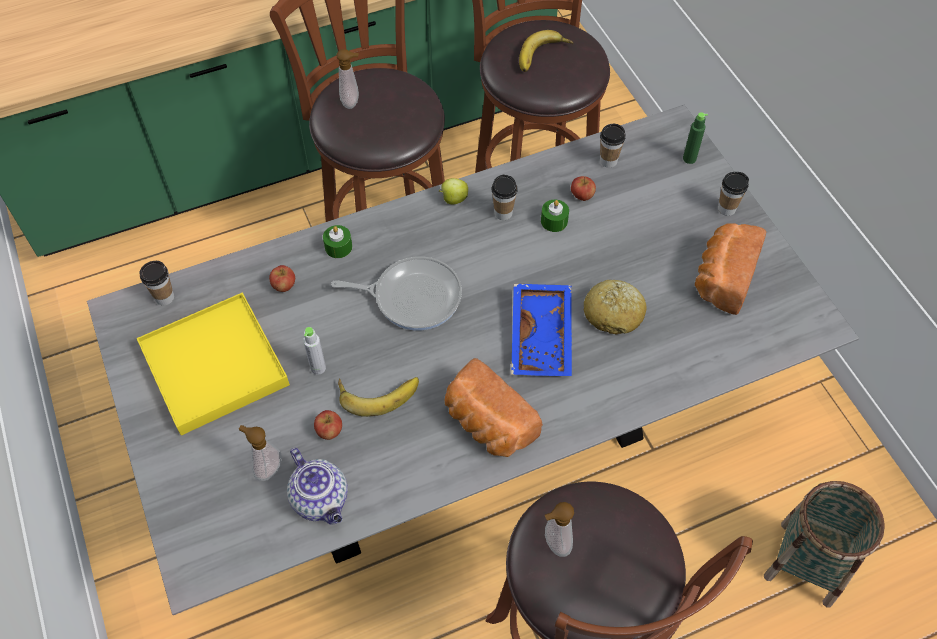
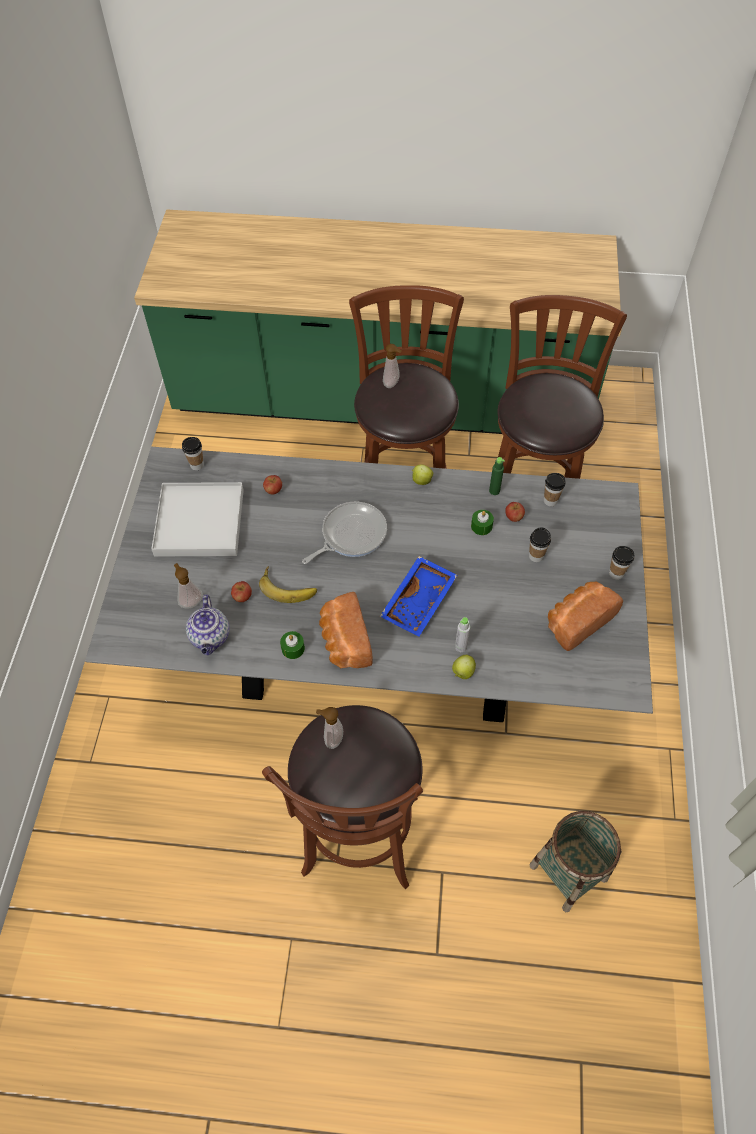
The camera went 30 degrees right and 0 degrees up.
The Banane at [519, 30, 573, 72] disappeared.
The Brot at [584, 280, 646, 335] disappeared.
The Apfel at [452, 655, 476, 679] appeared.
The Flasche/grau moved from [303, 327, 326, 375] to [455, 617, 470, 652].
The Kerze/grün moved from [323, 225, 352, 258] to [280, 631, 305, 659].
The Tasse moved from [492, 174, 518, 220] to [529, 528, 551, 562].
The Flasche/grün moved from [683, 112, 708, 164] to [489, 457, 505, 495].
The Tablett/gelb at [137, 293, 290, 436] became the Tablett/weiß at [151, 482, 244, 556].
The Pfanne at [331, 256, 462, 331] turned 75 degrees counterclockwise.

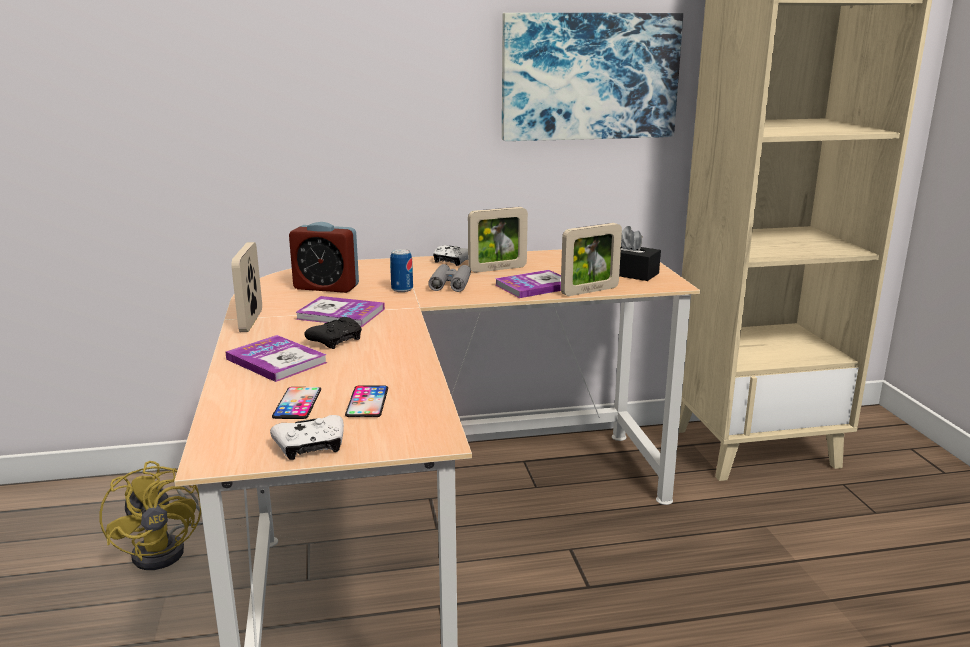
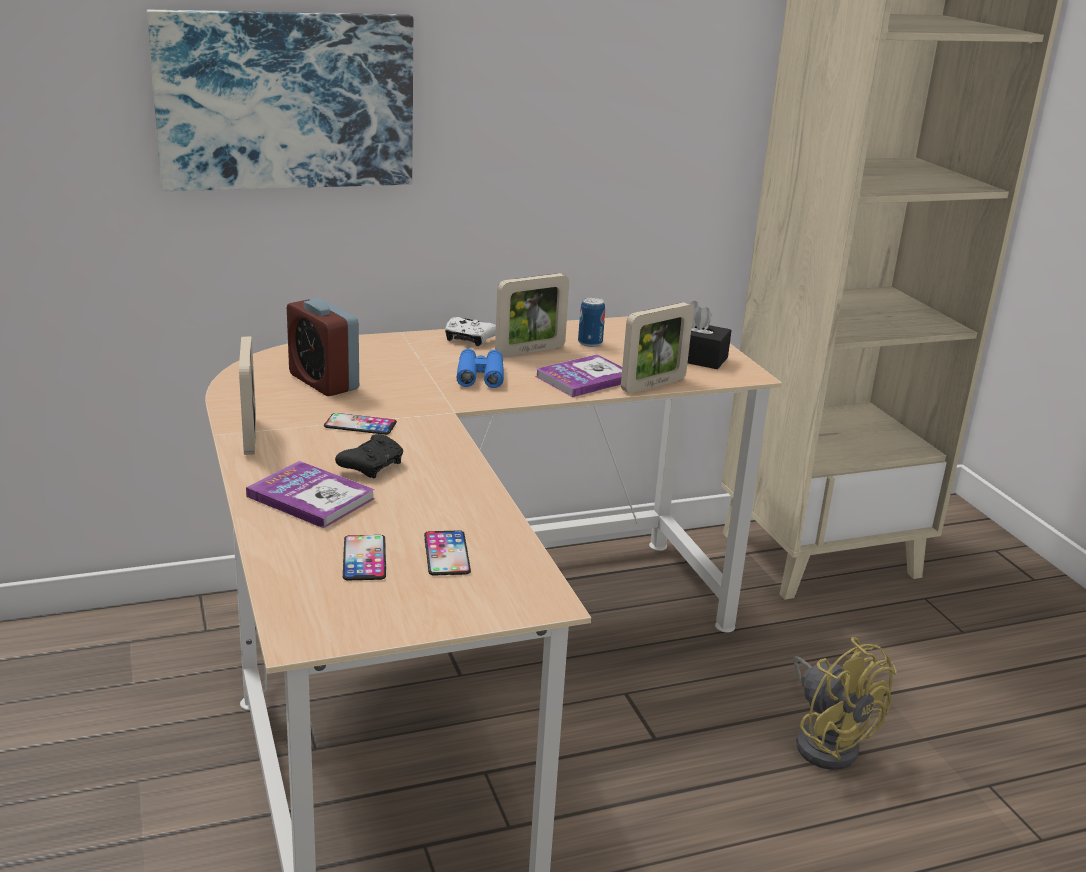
The camera went 10 degrees left and 5 degrees up.
The Gamepad/weiß at [270, 415, 344, 460] disappeared.
The Ventilator/gelb moved from [99, 461, 203, 570] to [793, 637, 897, 770].
The Dose moved from [390, 249, 413, 292] to [578, 297, 605, 347].
The Bild moved from [502, 13, 683, 141] to [147, 10, 413, 191].
The Buch at [295, 296, 385, 327] was replaced by the Handy at [324, 413, 397, 435].
The Fernglas/grau at [428, 264, 471, 292] became the Fernglas/blau at [456, 349, 504, 388].
The Wecker at [289, 222, 359, 293] turned 45 degrees clockwise.

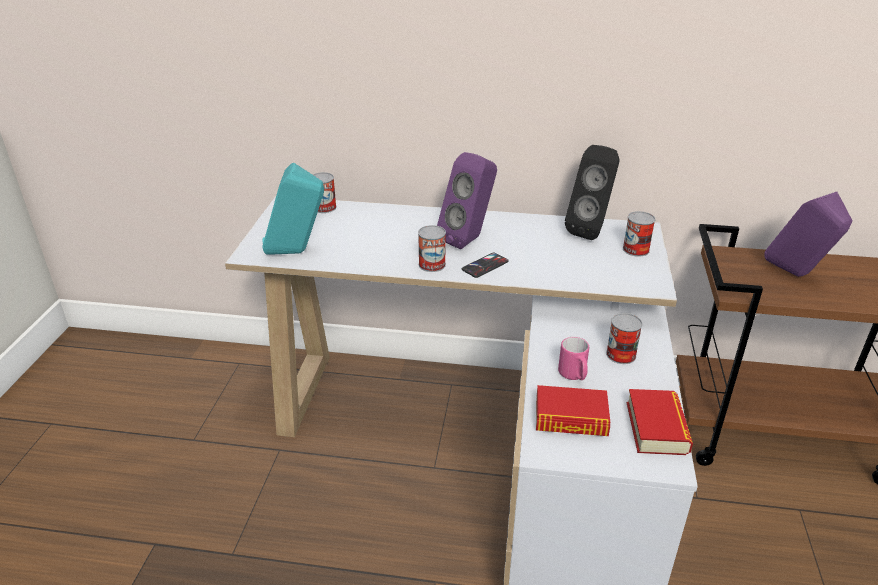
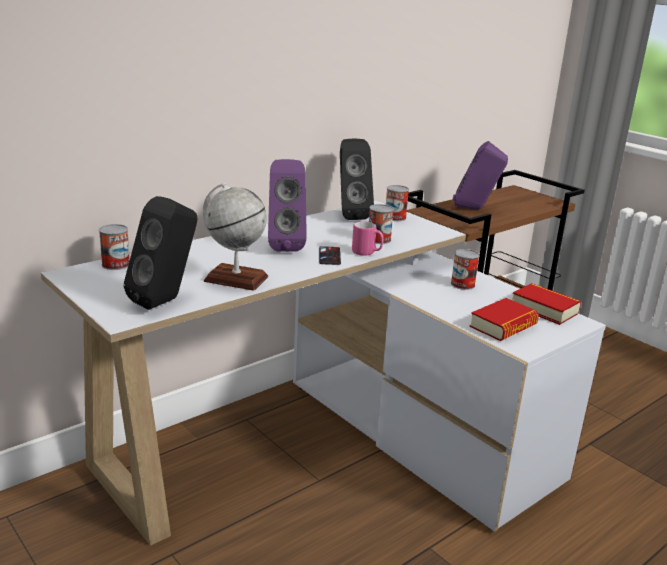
The camera went 50 degrees left and 10 degrees down.
The Globus at [203, 183, 268, 291] appeared.
The Dose moved from [418, 225, 446, 272] to [369, 204, 394, 244].
The Henkelbecher/rosa moved from [558, 337, 589, 380] to [352, 221, 384, 256].
The Lautsprecher/türkis at [262, 163, 324, 255] became the Lautsprecher/schwarz at [124, 196, 197, 310].

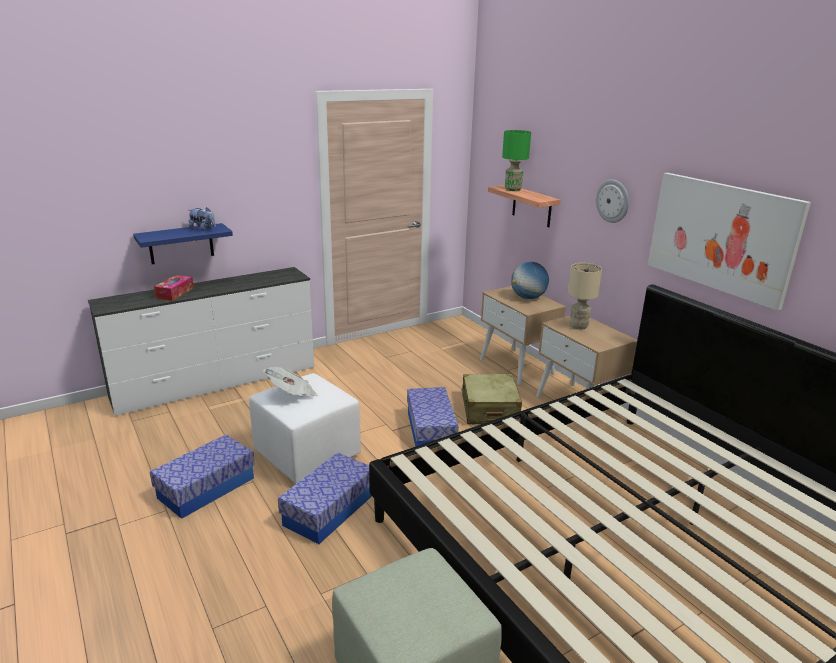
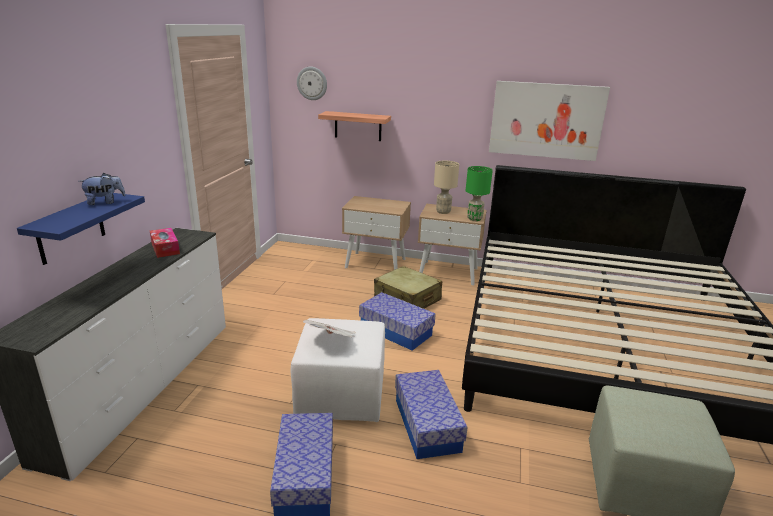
The camera went 45 degrees left and 0 degrees up.
The Globus at [511, 262, 549, 299] disappeared.
The Taschentuchbox moved from [154, 275, 194, 301] to [150, 228, 180, 258].
The Tischlampe/grün moved from [502, 130, 531, 191] to [466, 166, 493, 221].
The Wanduhr moved from [596, 179, 629, 223] to [297, 67, 327, 100].

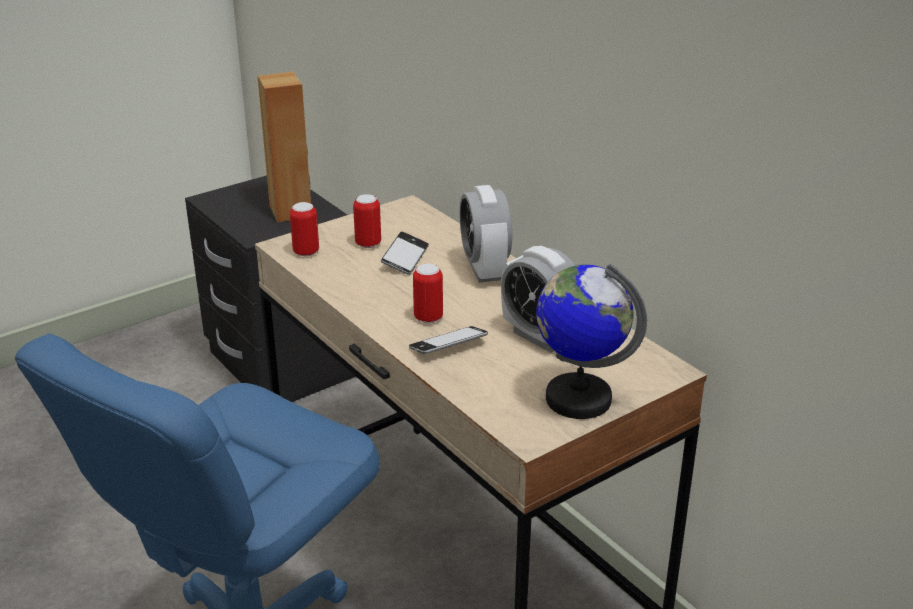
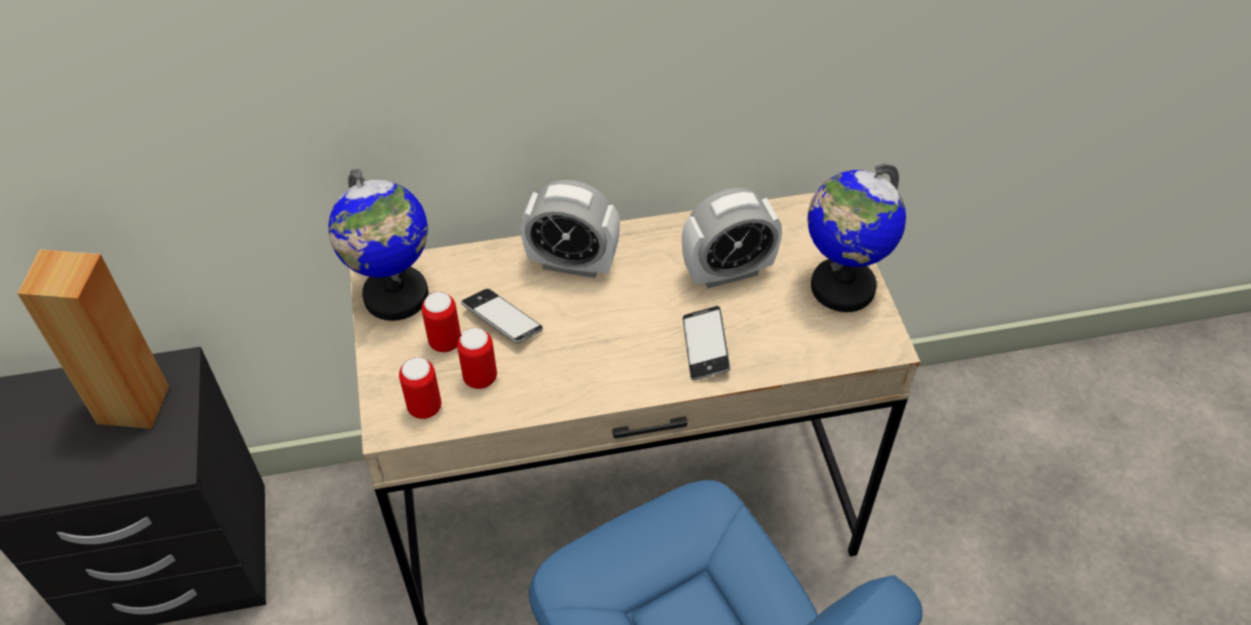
The camera went 65 degrees left and 20 degrees up.
The Globus at [328, 169, 428, 321] appeared.
The Dose moved from [413, 264, 443, 323] to [457, 328, 497, 389].

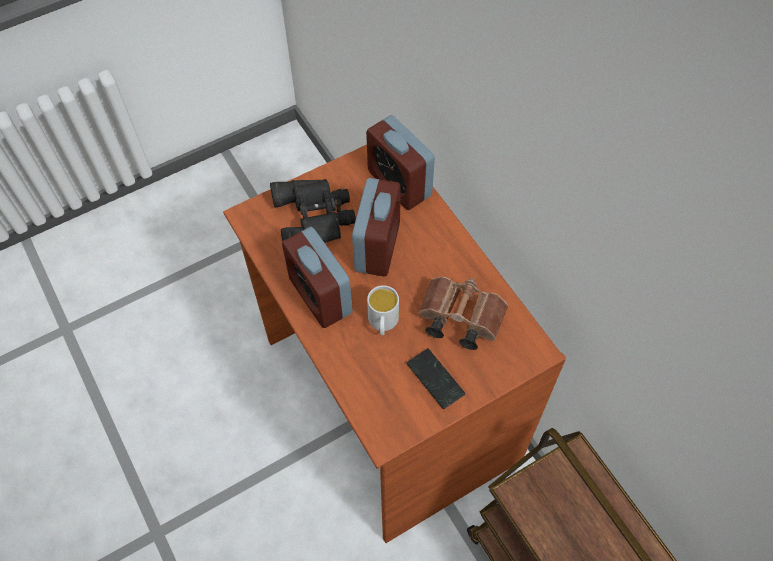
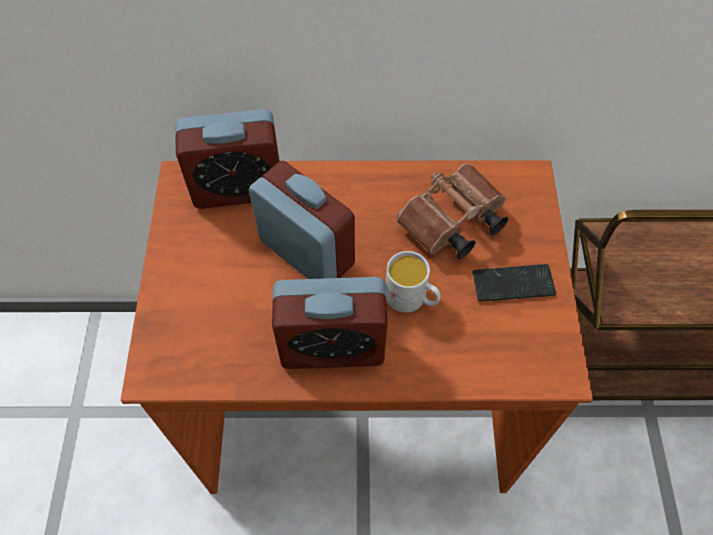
The camera went 60 degrees left and 0 degrees up.
The Fernglas/schwarz at [270, 179, 356, 243] disappeared.

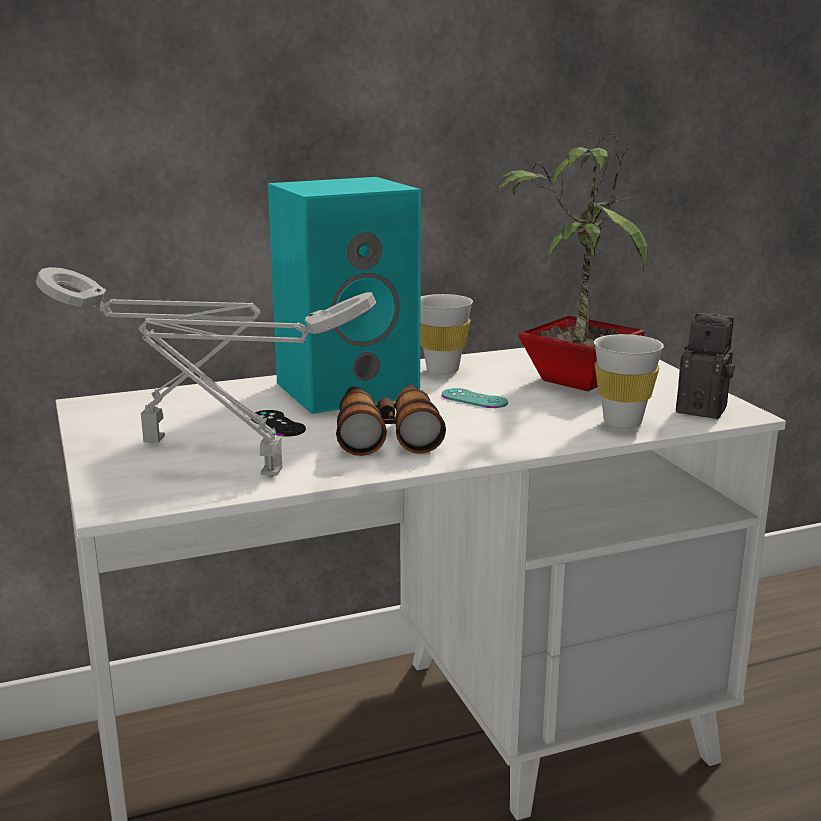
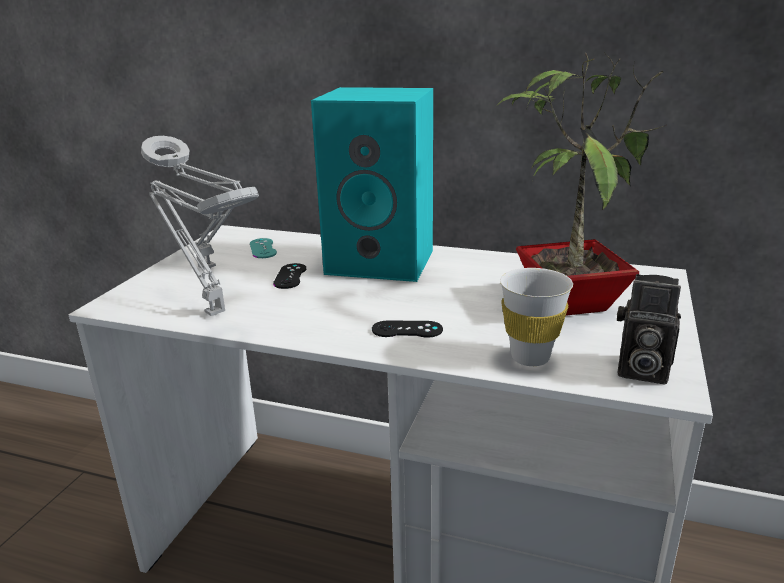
The camera went 40 degrees right and 5 degrees up.
The Fernglas at [336, 385, 446, 456] disappeared.
The Tasse/weiß at [420, 294, 473, 374] disappeared.
The Gamepad/schwarz at [372, 320, 443, 338] appeared.
The Gamepad/türkis moved from [442, 388, 508, 408] to [250, 238, 277, 258].
The Kamera at [676, 313, 735, 419] turned 135 degrees clockwise.

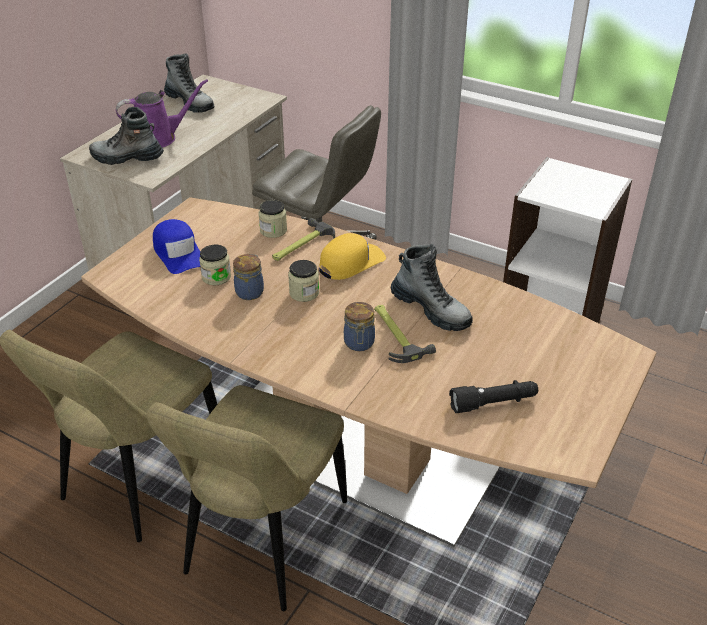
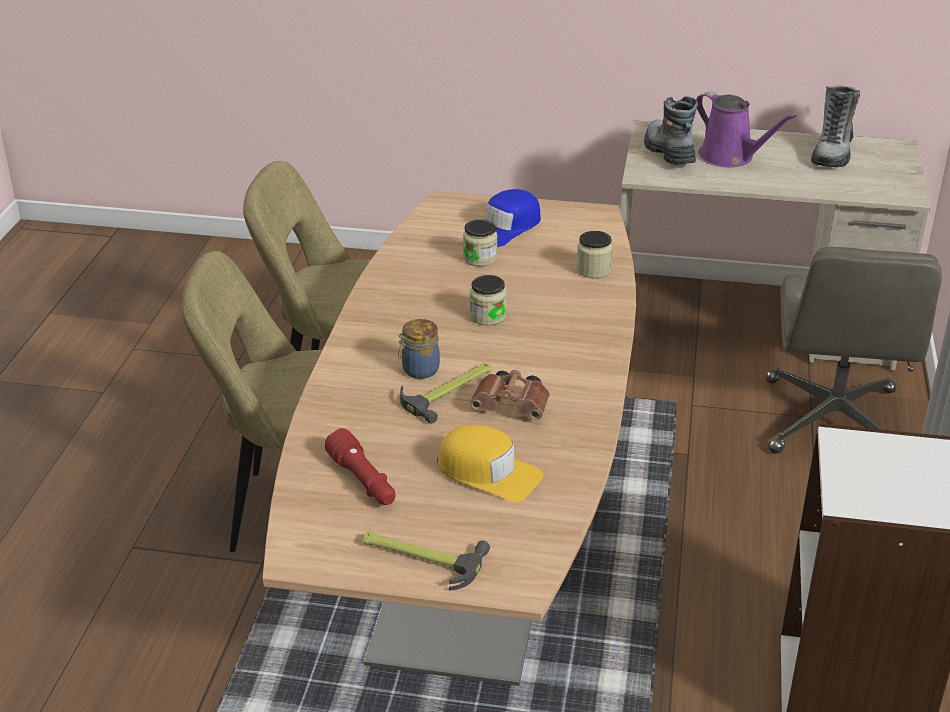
The camera went 70 degrees right and 5 degrees down.
The Vorratsglas at [233, 254, 264, 300] disappeared.
The Hammer moved from [272, 218, 335, 261] to [363, 531, 490, 591].
The Kappe/gelb moved from [319, 233, 386, 280] to [437, 425, 544, 502].
The Stiefel at [391, 244, 473, 331] was replaced by the Fernglas/braun at [470, 370, 550, 420].
The Taschenlampe/schwarz at [449, 380, 538, 413] became the Taschenlampe/rot at [325, 428, 396, 505].

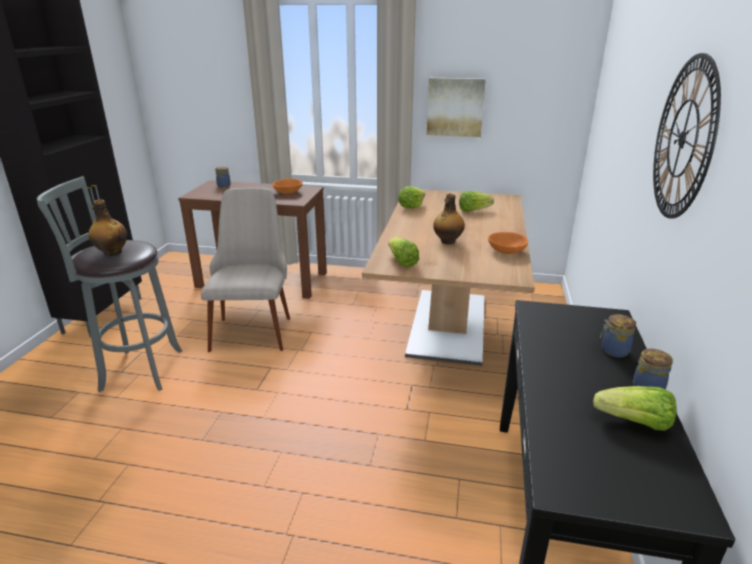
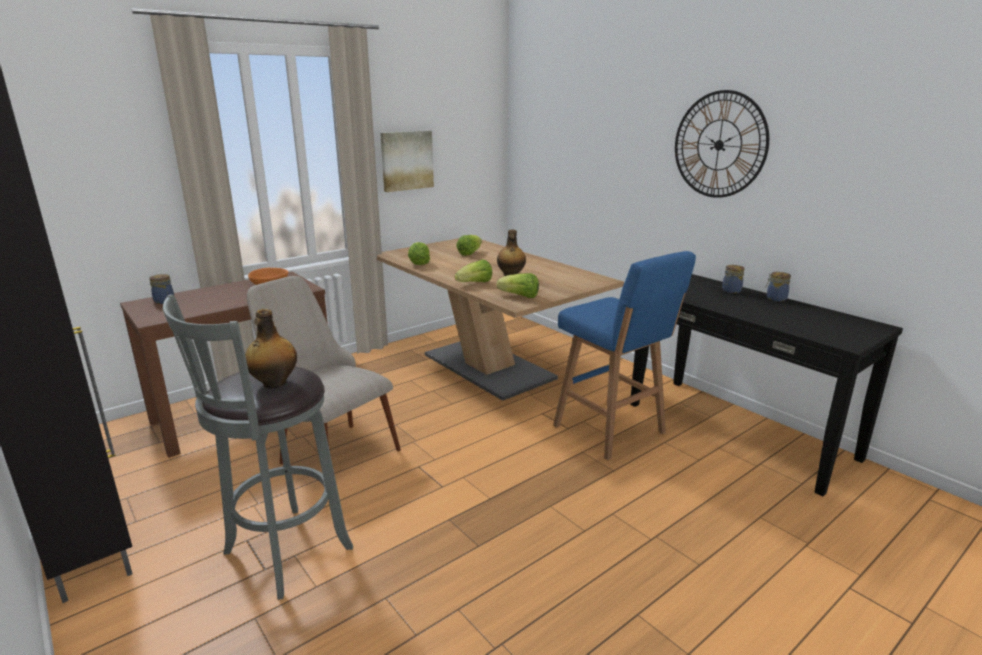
The camera went 50 degrees left and 5 degrees down.
The Schüssel/orange at [488, 232, 528, 254] disappeared.
The Hocker/blau at [553, 251, 696, 460] appeared.
The Salatkopf moved from [593, 386, 677, 431] to [455, 259, 492, 282].

